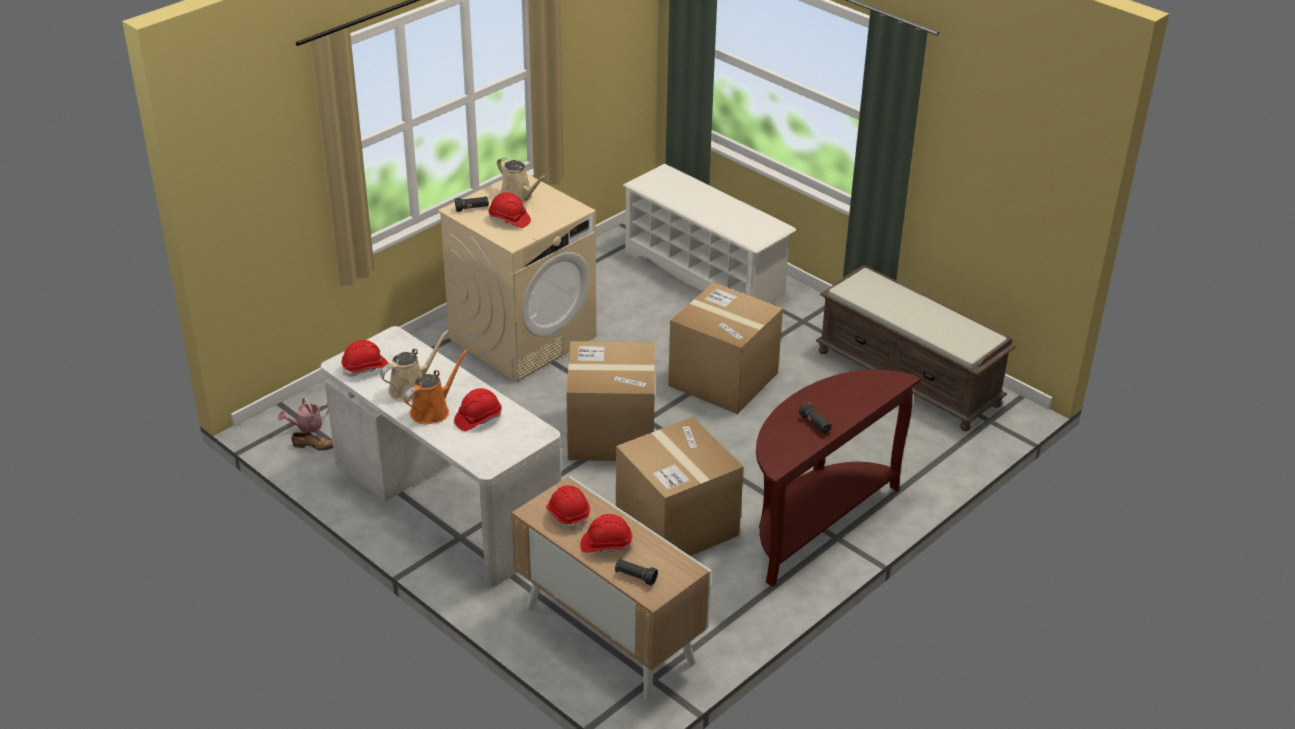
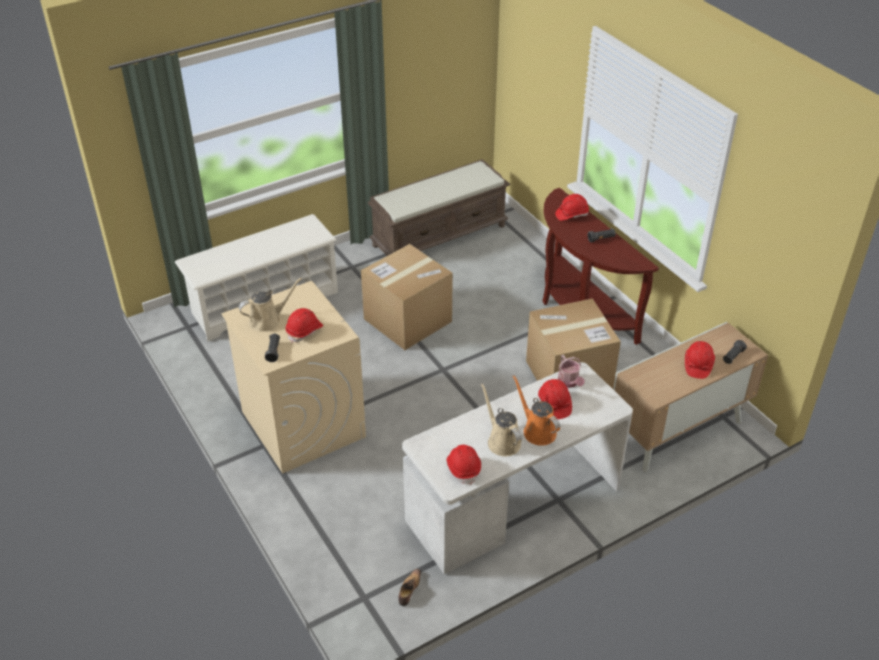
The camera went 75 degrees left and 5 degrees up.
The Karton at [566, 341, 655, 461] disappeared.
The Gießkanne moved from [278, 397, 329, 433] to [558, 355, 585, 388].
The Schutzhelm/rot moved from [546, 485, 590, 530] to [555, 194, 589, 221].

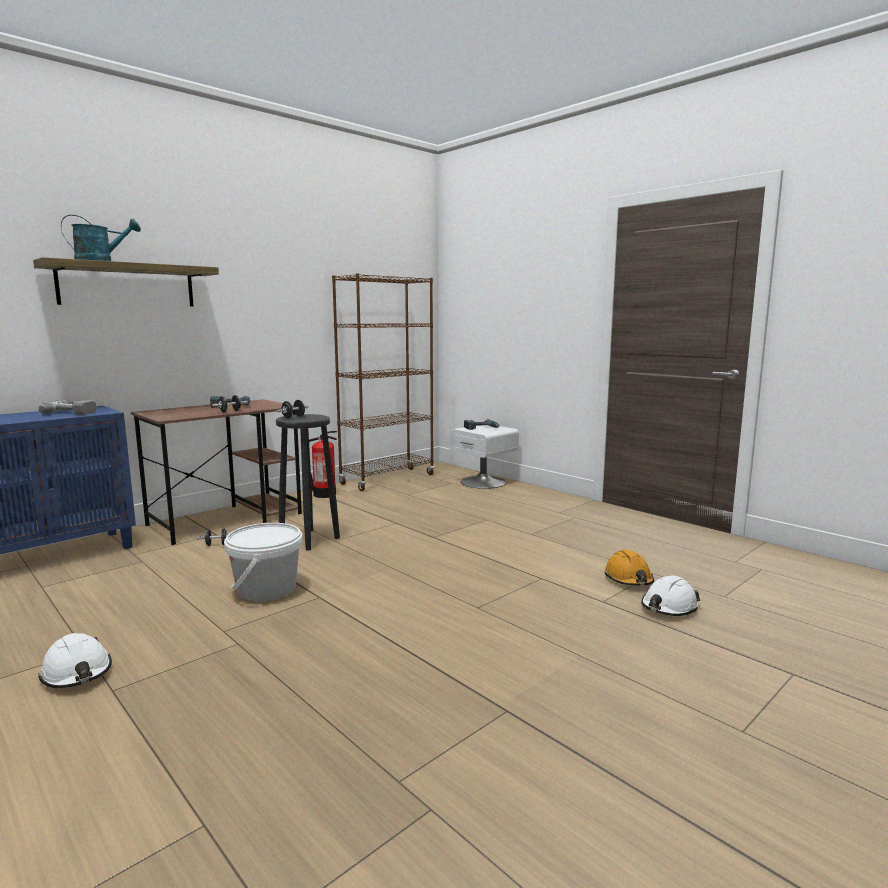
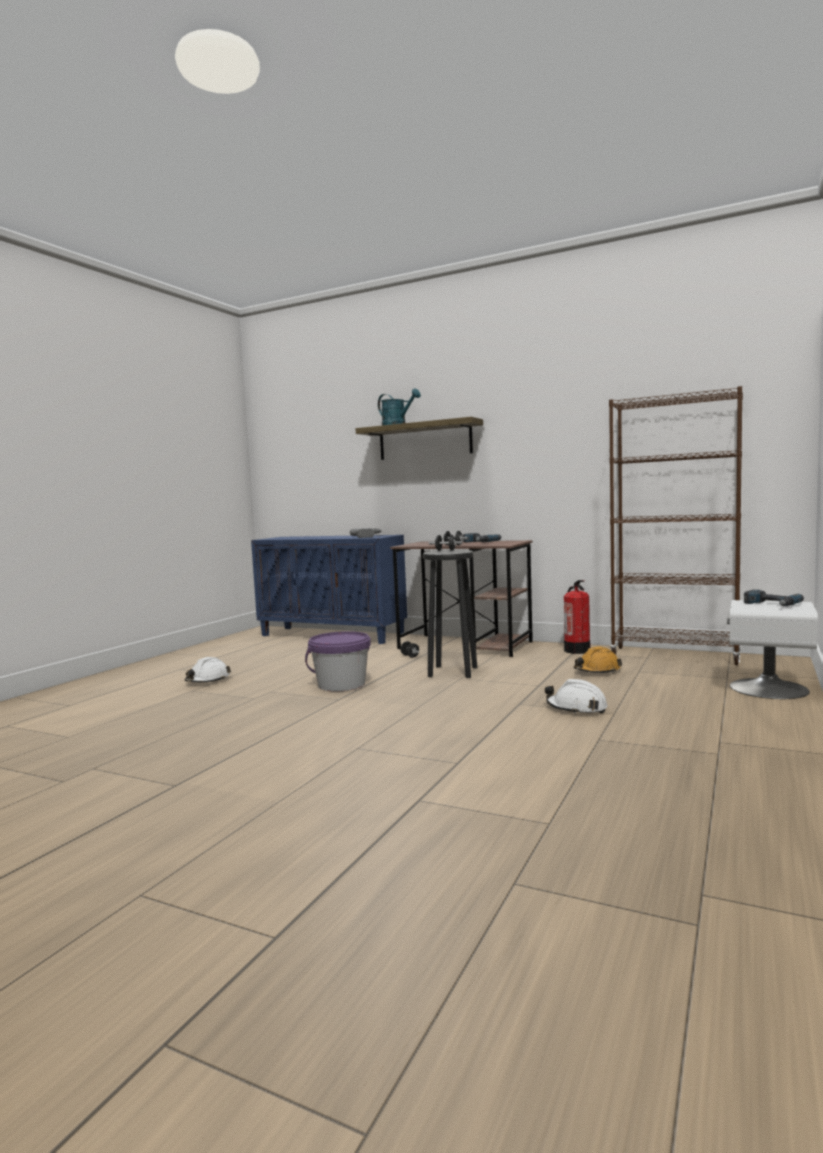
The camera went 70 degrees right and 5 degrees down.
The Schutzhelm/orange moved from [605, 550, 654, 586] to [574, 647, 622, 673].
The Schutzhelm/weiß moved from [641, 576, 700, 616] to [545, 679, 607, 714].
The Eimer/weiß at [224, 523, 303, 602] became the Eimer/lila at [305, 631, 371, 691].

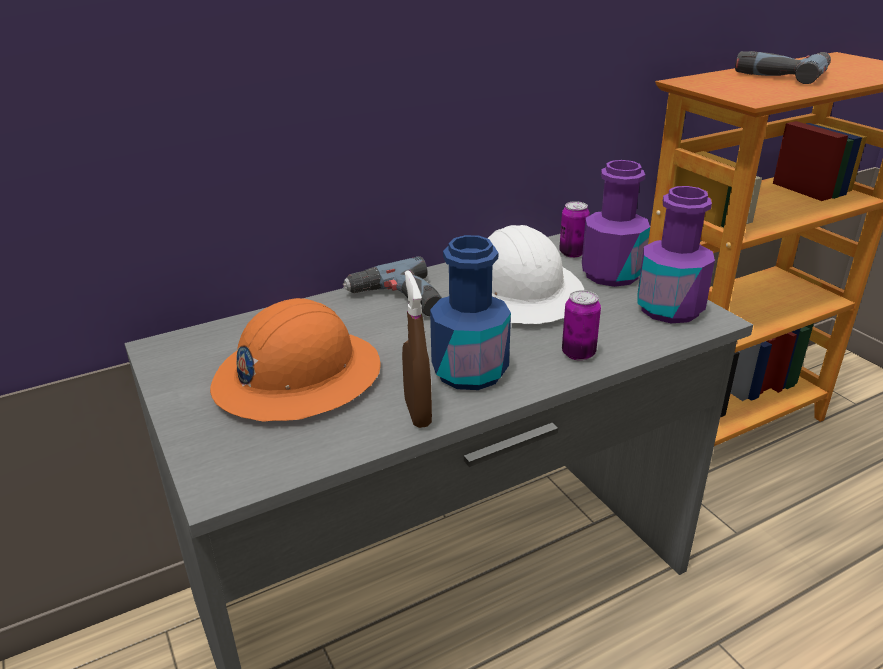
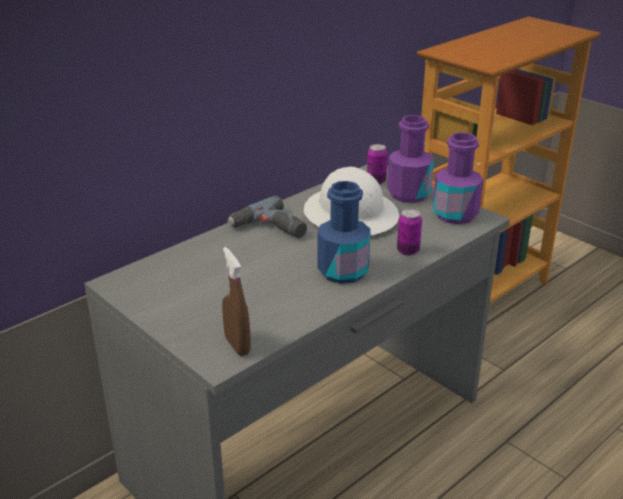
The camera went 15 degrees left and 0 degrees up.
The Schutzhelm/orange at [210, 298, 381, 422] disappeared.
The Bohrmaschine at [735, 51, 831, 84] disappeared.
The Sprühflasche/braun moved from [402, 270, 432, 428] to [222, 247, 251, 356].

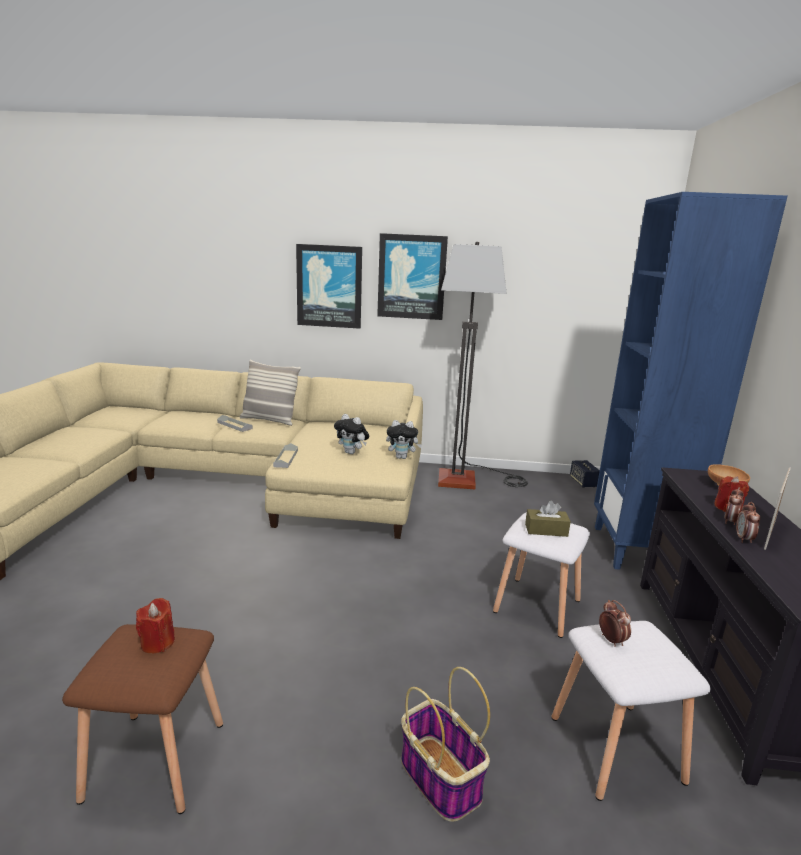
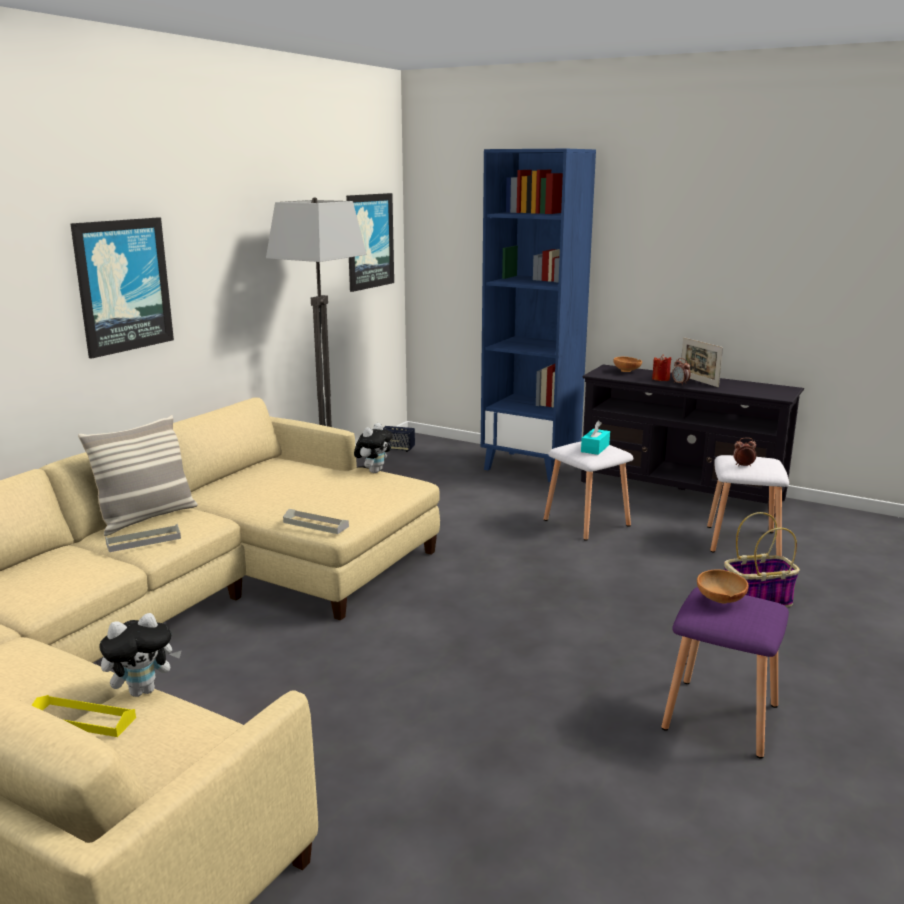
The camera went 65 degrees left and 0 degrees up.
The Wecker at [736, 502, 760, 543] disappeared.
The Tablett/gelb at [31, 695, 136, 737] appeared.
The Plüschtier moved from [334, 414, 369, 454] to [99, 613, 182, 697].
The Bild moved from [377, 233, 448, 320] to [346, 193, 394, 292].
The Kerze/rot at [136, 598, 175, 654] was replaced by the Schüssel/braun at [697, 569, 748, 604].
The Hocker/braun at [62, 624, 223, 814] became the Hocker/lila at [662, 587, 789, 759].
The Taschentuchbox/braun at [525, 501, 571, 537] became the Taschentuchbox/türkis at [581, 420, 610, 455].

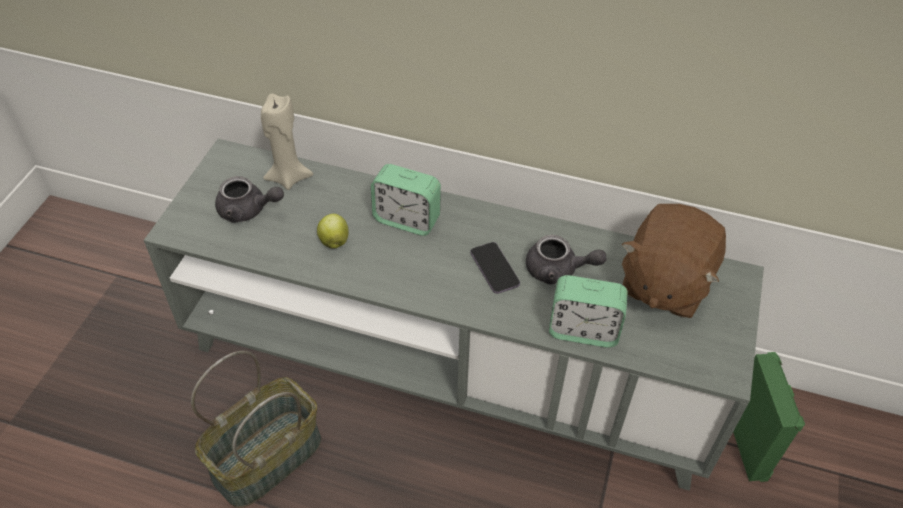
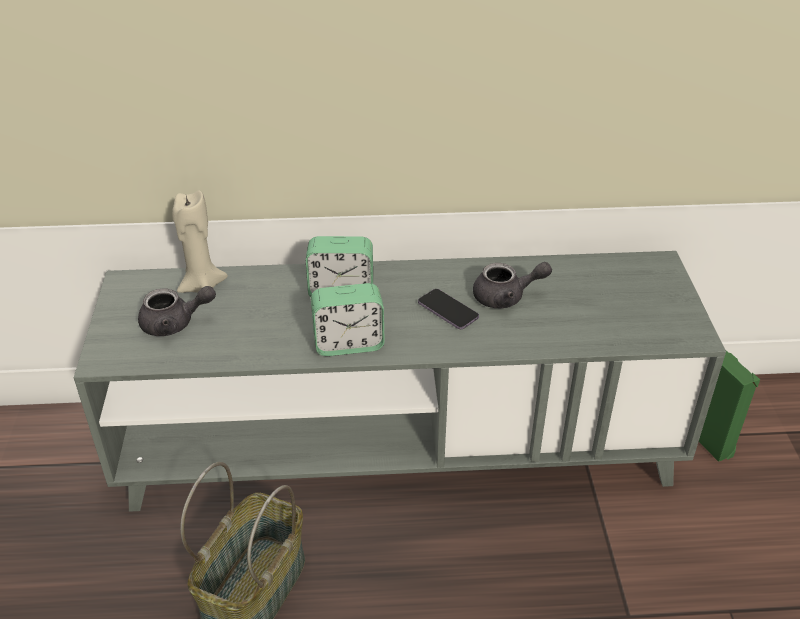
The camera went 20 degrees left and 10 degrees down.
The Apfel at [317, 214, 349, 249] disappeared.
The Plüschtier/braun at [621, 204, 726, 318] disappeared.
The Wecker moved from [549, 275, 628, 348] to [311, 283, 385, 356].

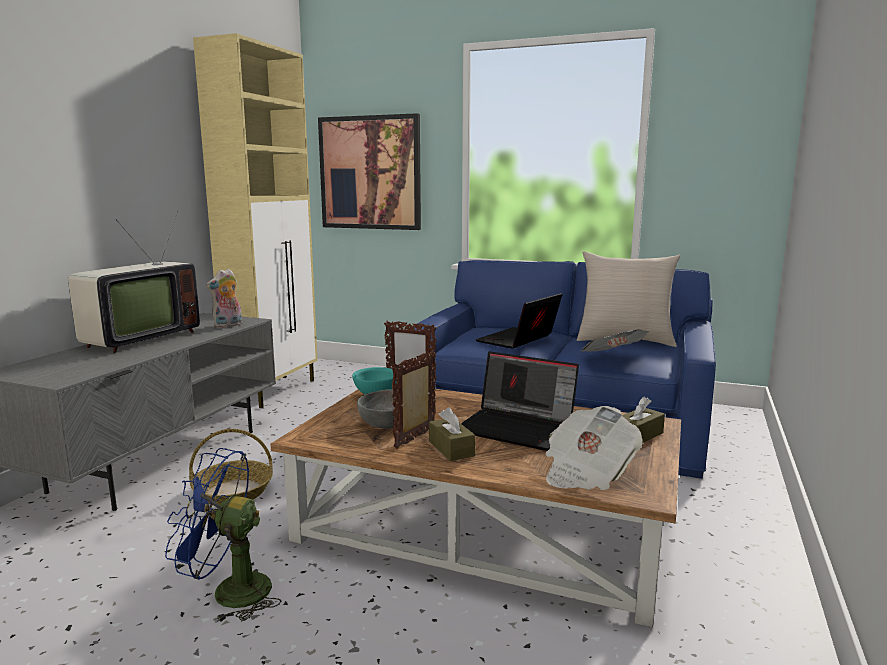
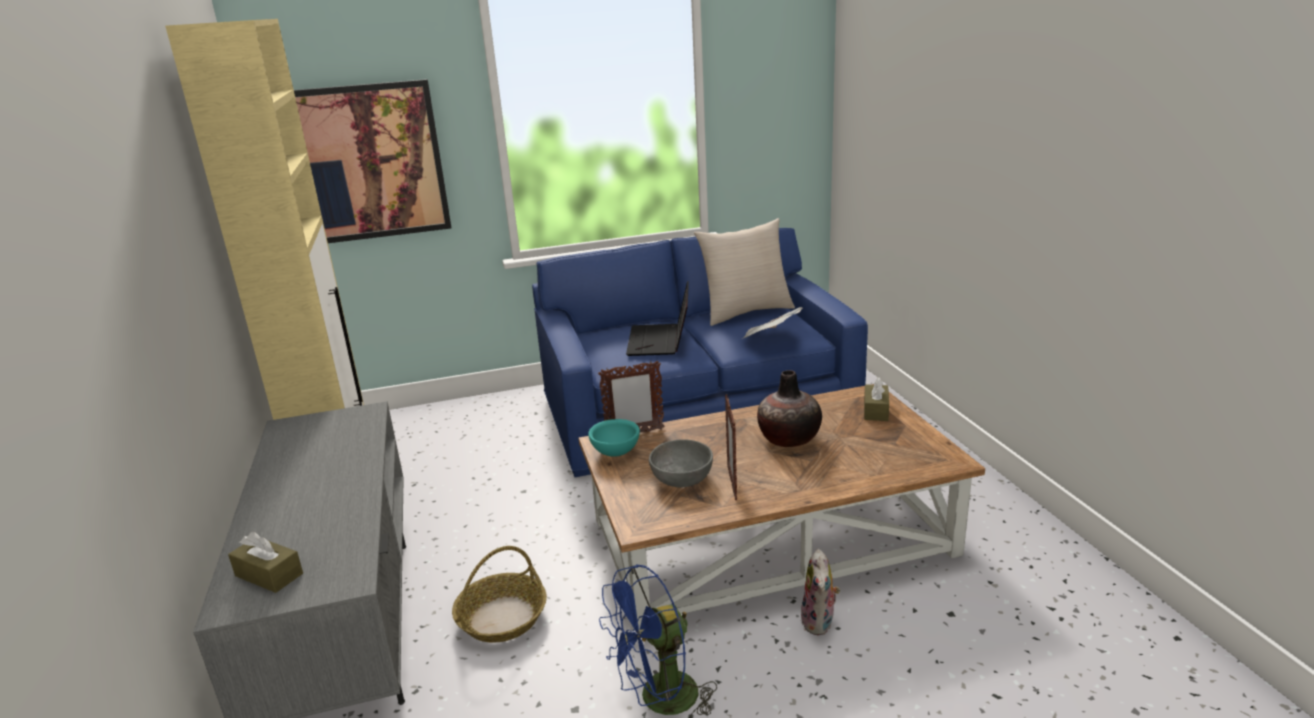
The camera went 35 degrees left and 10 degrees up.
The Fernseher at [68, 211, 200, 353] disappeared.
The Zeitung at [545, 406, 643, 490] disappeared.
The Plüschtier moved from [206, 269, 242, 328] to [801, 549, 840, 635].
The Taschentuchbox/braun moved from [429, 407, 476, 461] to [228, 532, 303, 593].
The Laptop at [461, 351, 579, 451] was replaced by the Vase at [757, 370, 822, 447].

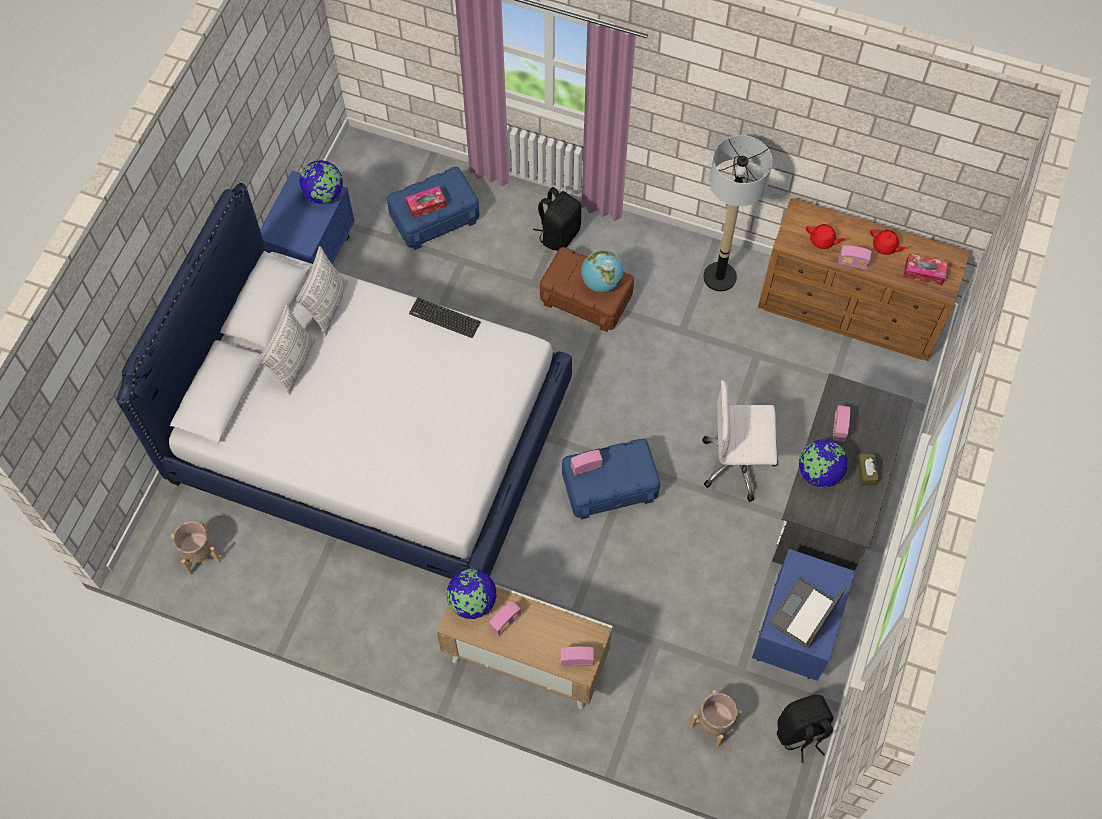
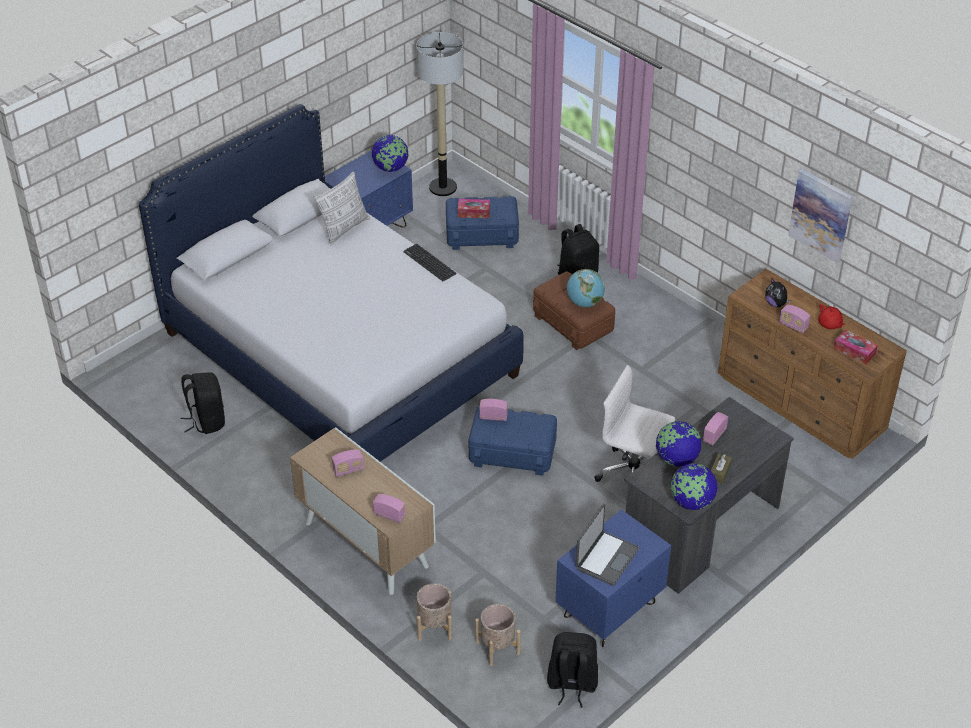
The camera went 25 degrees right and 20 degrees down.
The Kissen at [258, 304, 316, 395] disappeared.
The Rucksack/schwarz at [181, 372, 225, 434] appeared.
The Bild at [788, 169, 853, 263] appeared.
The Pflanzkübel/beige moved from [171, 521, 221, 575] to [417, 583, 452, 641].
The Globus moved from [447, 569, 496, 619] to [670, 463, 718, 510].
The Stehlampe moved from [703, 135, 772, 292] to [416, 32, 464, 196].
The Teekanne/rot at [806, 224, 846, 249] was replaced by the Plüschtier at [765, 279, 791, 307].
The Laptop at [770, 578, 846, 647] turned 150 degrees clockwise.

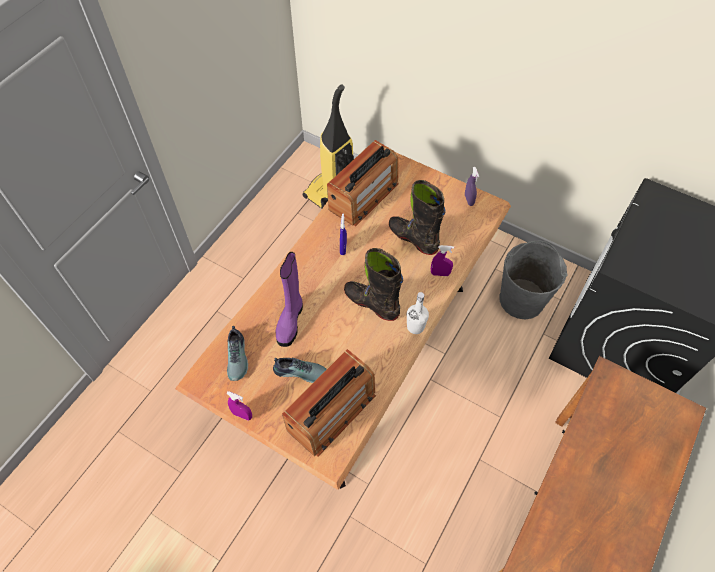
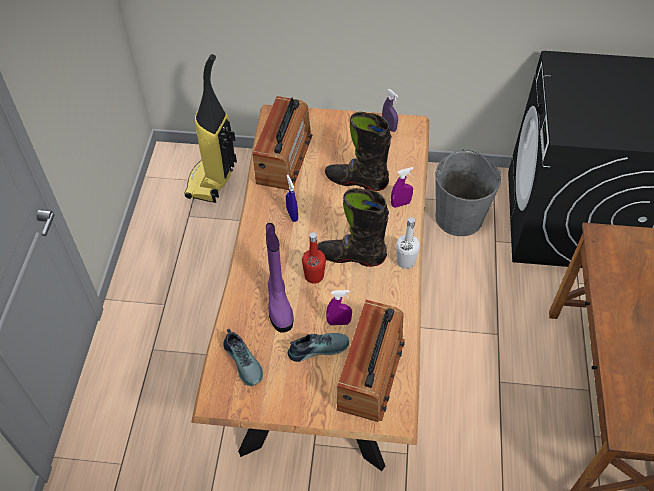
The camera went 25 degrees left and 5 degrees down.
The Flasche/rot at [302, 232, 326, 284] appeared.
The Sprühflasche/lila moved from [227, 391, 252, 421] to [326, 290, 352, 325].

